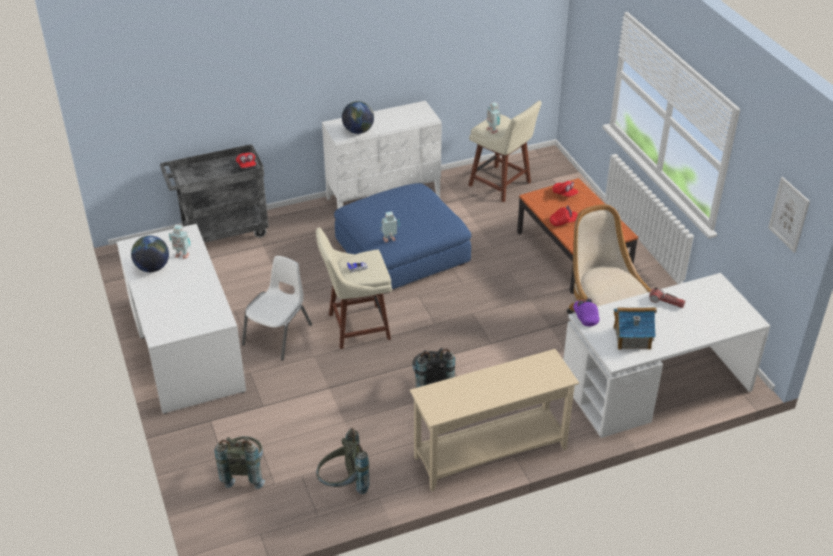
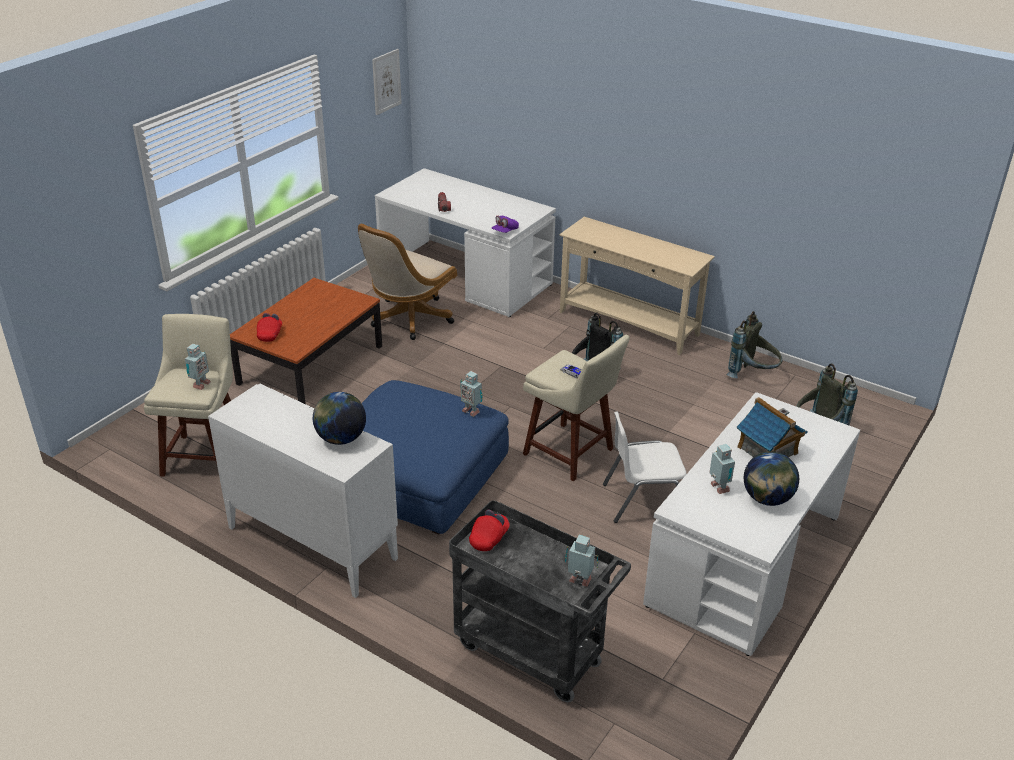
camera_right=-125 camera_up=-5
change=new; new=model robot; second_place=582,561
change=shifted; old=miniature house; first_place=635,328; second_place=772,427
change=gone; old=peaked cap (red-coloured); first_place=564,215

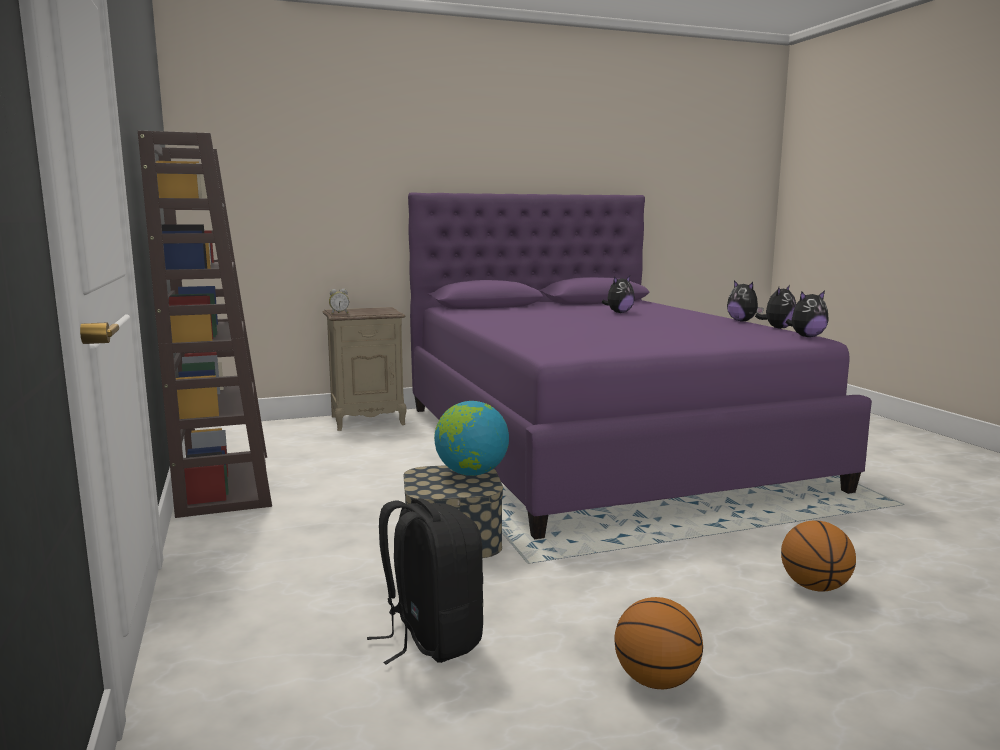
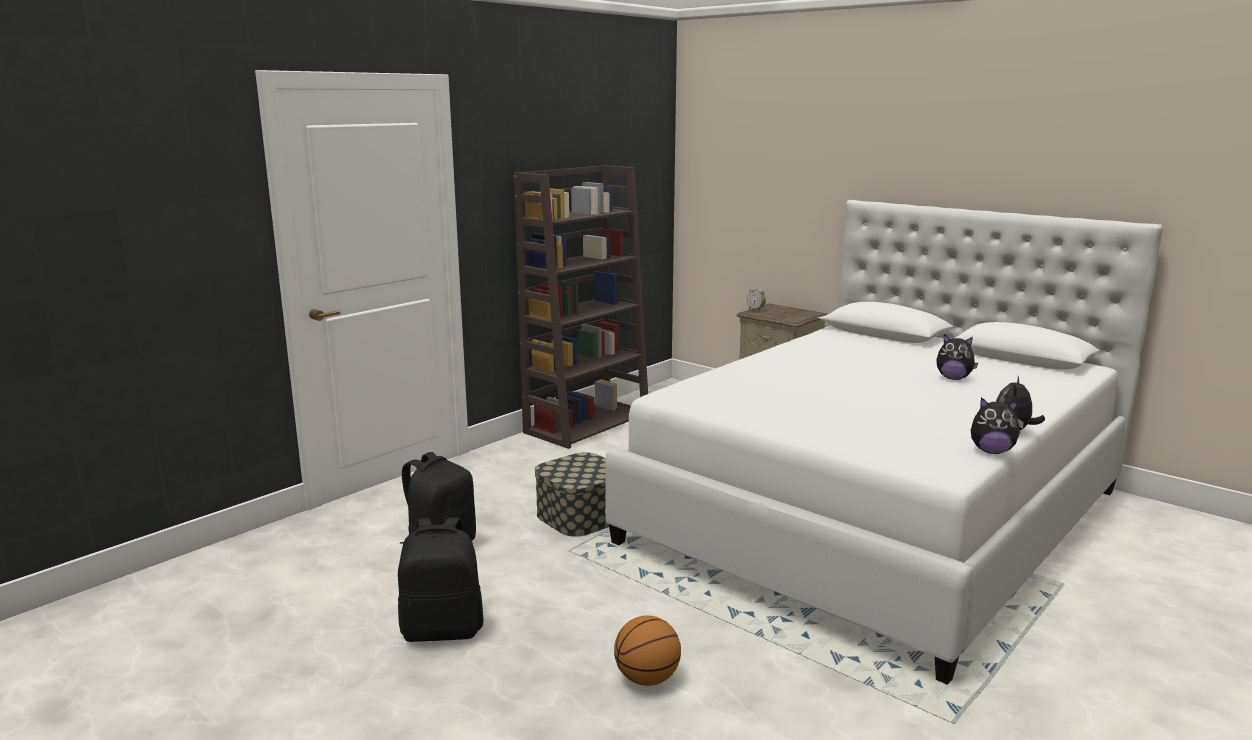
camera_right=60 camera_up=5
change=swapped; old=ball for basketball; new=rucksack (blackish); first_place=658,643; second_place=441,579
change=repainted; old=bed (purplish); new=bed (white); first_place=640,366; second_place=884,442
change=gone; old=desk globe; first_place=471,438
change=gone; old=plush toy; first_place=807,314

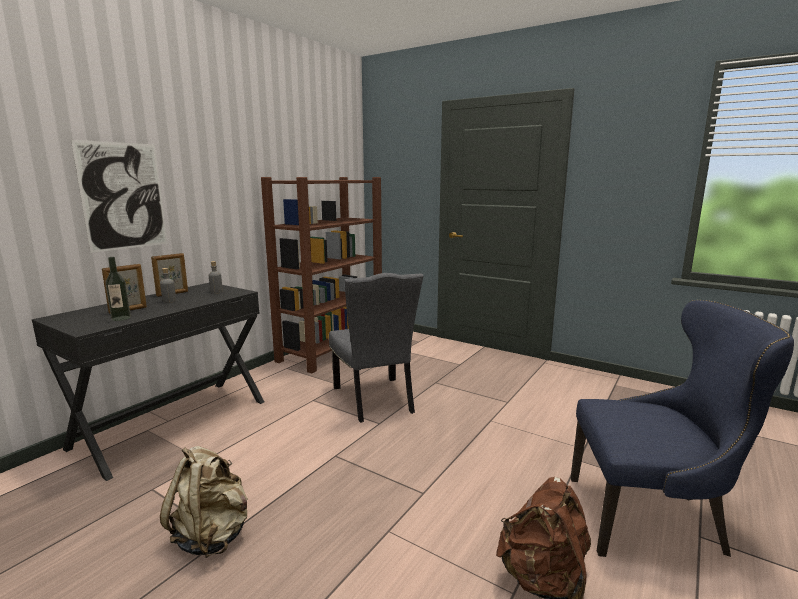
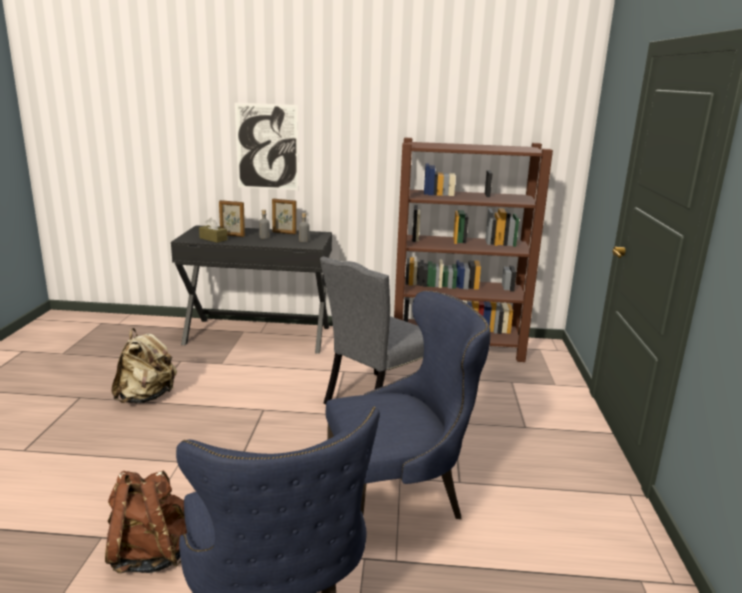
camera_right=60 camera_up=5
change=swapped; old=drink bottle; new=tissue holder (brown); first_place=118,289; second_place=213,230
change=new; new=chair (bluish); second_place=408,405

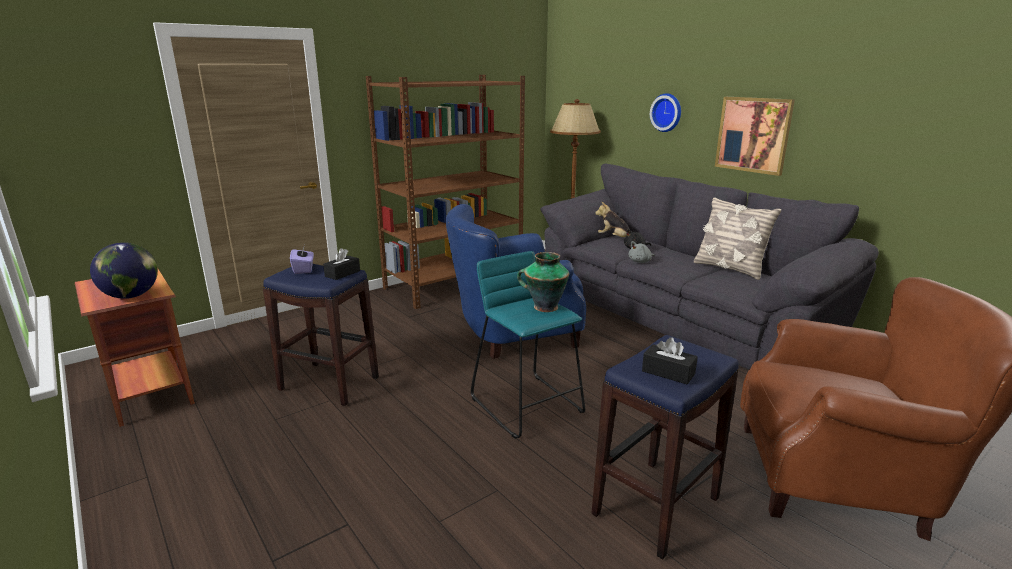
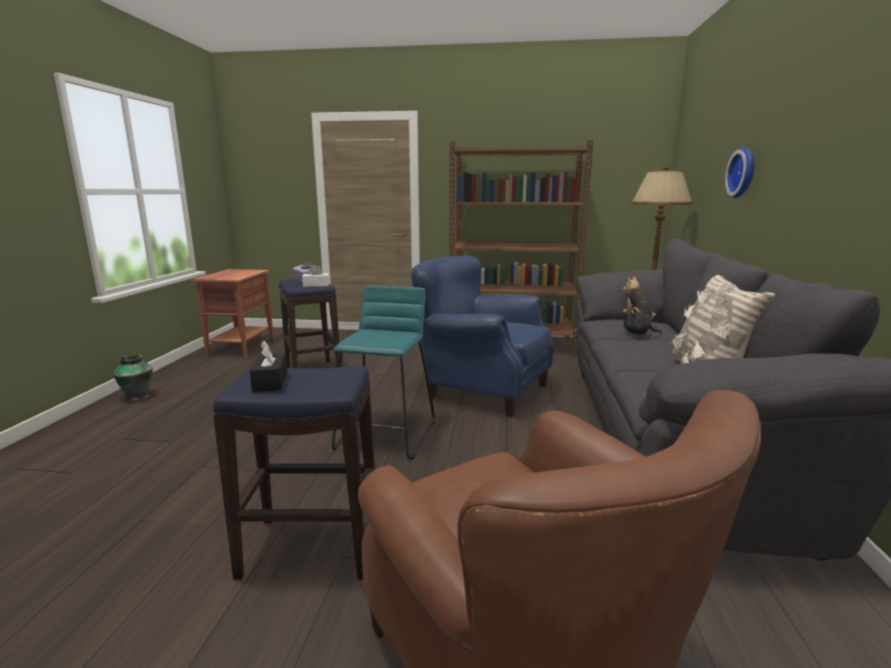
camera_right=45 camera_up=-5
change=shifted; old=vase; first_place=543,282; second_place=132,377
change=repainted; old=tissue holder (blackish); new=tissue holder (white); first_place=341,264; second_place=315,275
change=gone; old=desk globe; first_place=124,270
change=gone; old=plush toy (gray); first_place=641,252
change=gone; old=picture; first_place=755,136

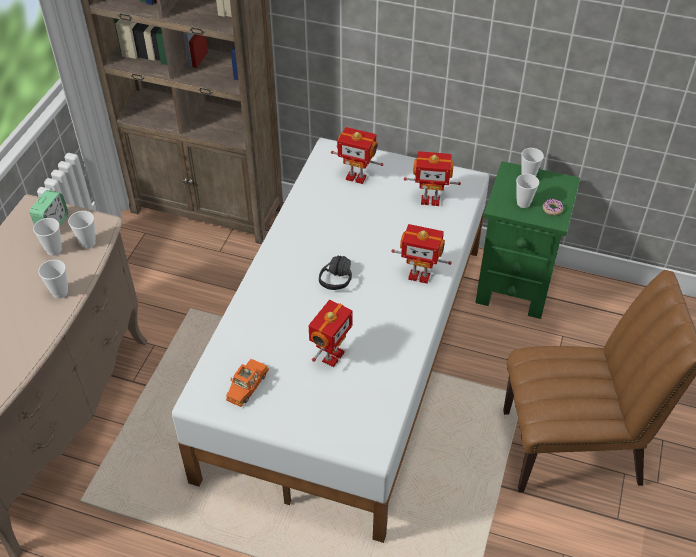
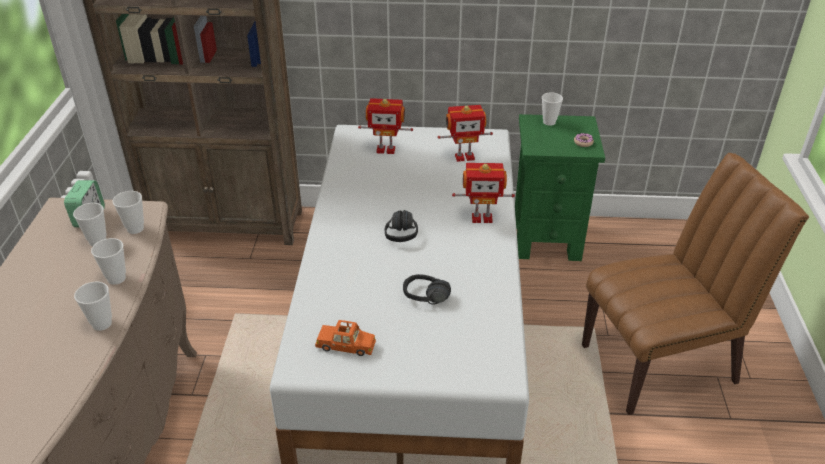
camera_right=-15 camera_up=-10
change=shifted; old=cup; first_place=527,191; second_place=93,306
change=rotated; old=toy car (orangey); first_place=247,383; second_place=345,338; degrees=-90
change=swapped; old=model robot; new=headphones (blackish); first_place=331,333; second_place=427,289

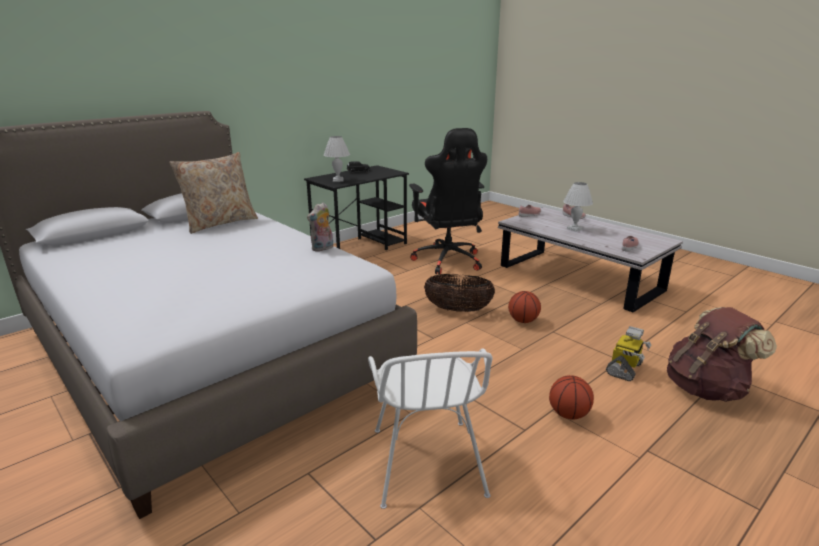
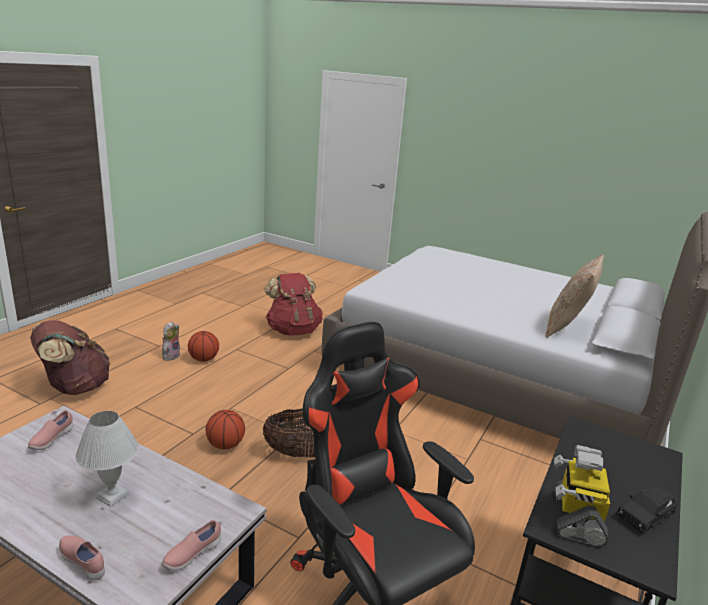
camera_right=160 camera_up=0
change=shifted; old=plush toy; first_place=320,227; second_place=171,341
change=swapped; old=chair (white); new=rucksack (red-coloured); first_place=430,428; second_place=294,304
change=shifted; old=model robot; first_place=628,353; second_place=582,496
change=gone; old=table lamp (white); first_place=337,159

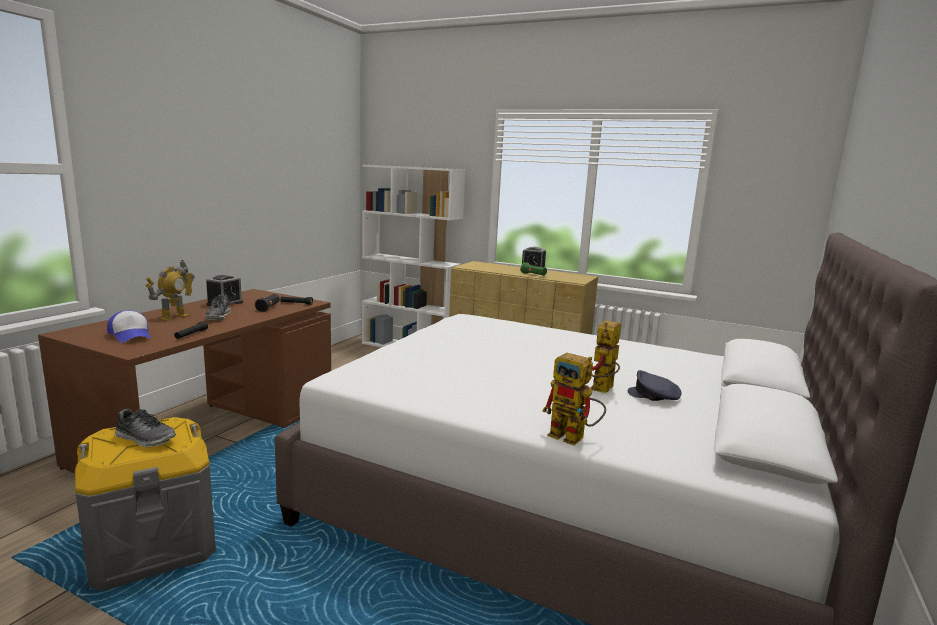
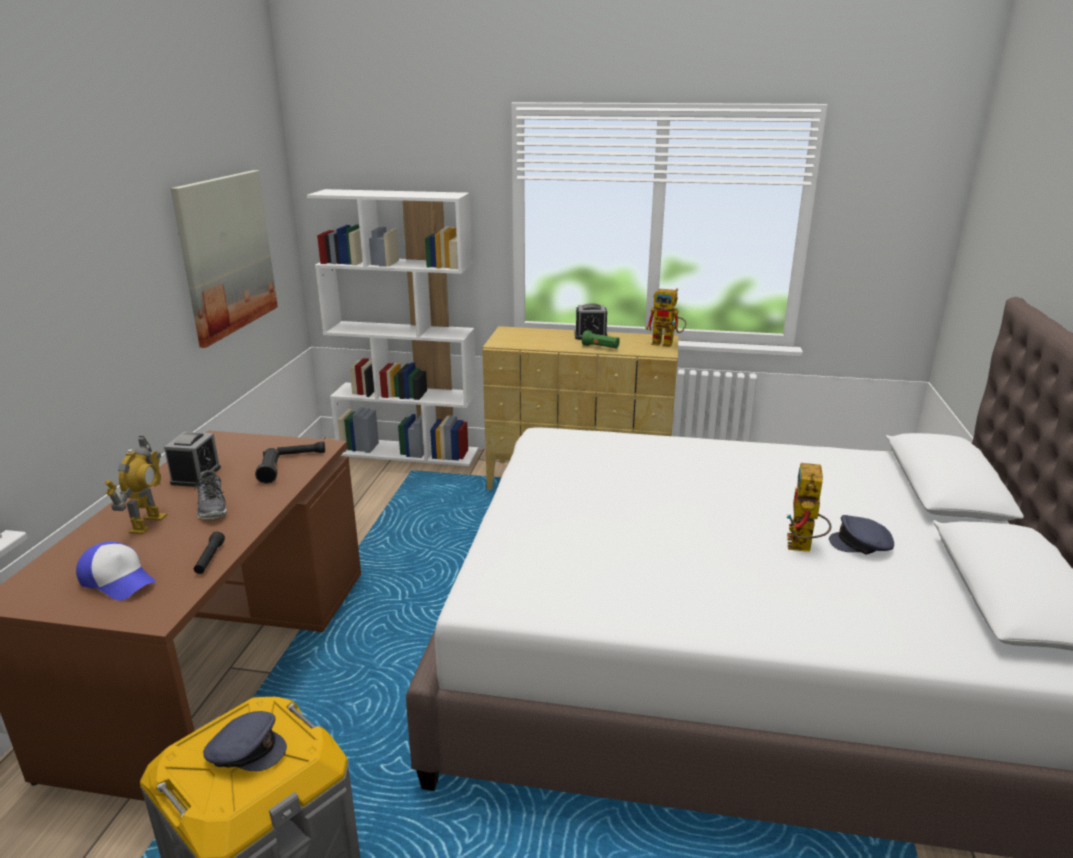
camera_right=-15 camera_up=10
change=new; new=picture; second_place=224,259
change=swapped; old=shoe; new=peaked cap (gray); first_place=145,428; second_place=245,741
change=shifted; old=model robot; first_place=574,399; second_place=666,317

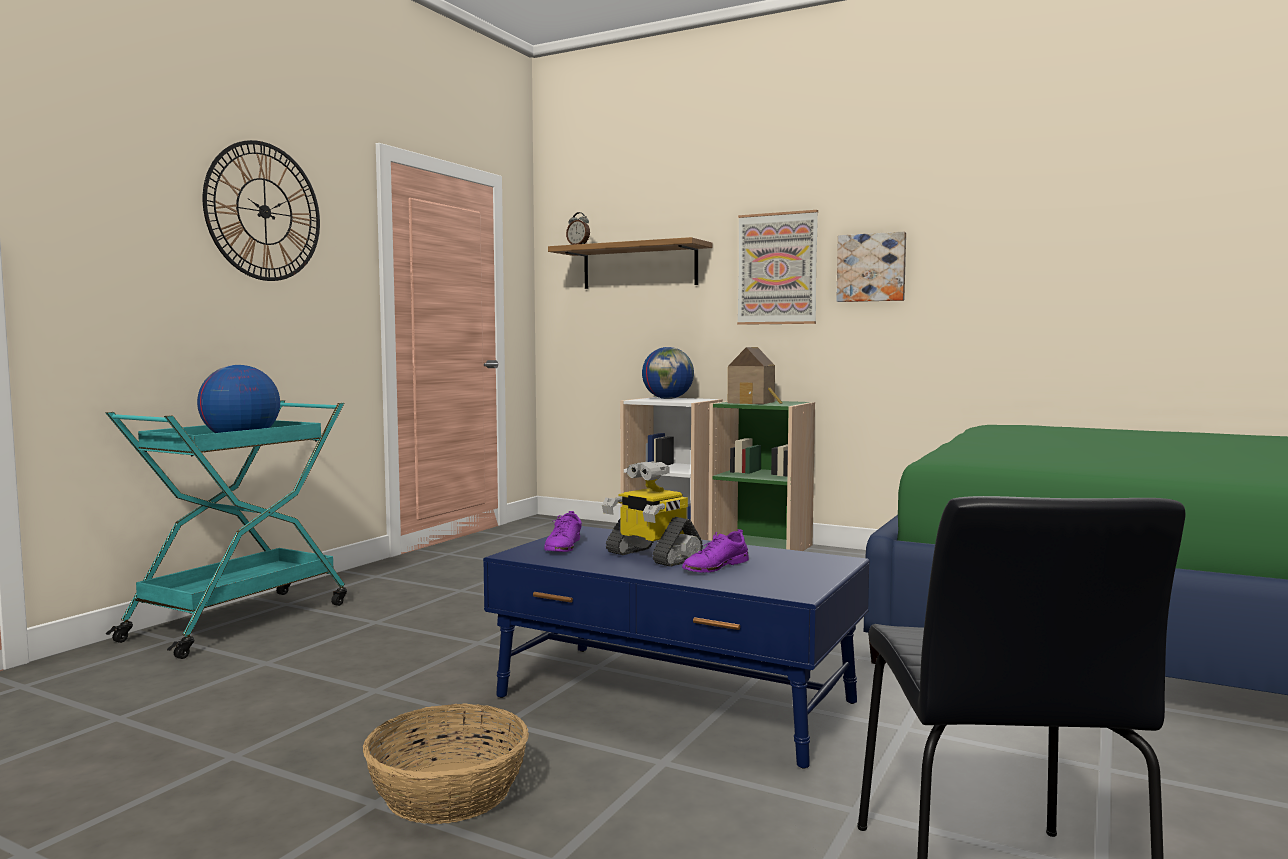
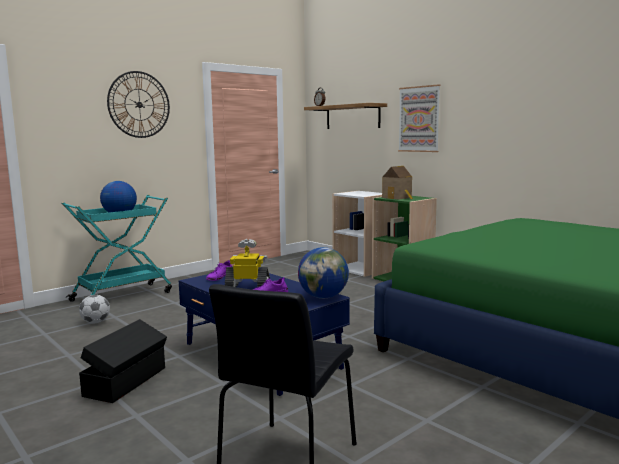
camera_right=20 camera_up=5
change=new; new=football ball; second_place=94,309
change=swapped; old=basket; new=storage bin (blackish); first_place=446,763; second_place=123,361
change=rotated; old=model robot; first_place=652,514; second_place=247,263; degrees=120
change=shifted; old=desk globe; first_place=668,373; second_place=323,272
change=gone; old=picture; first_place=871,267

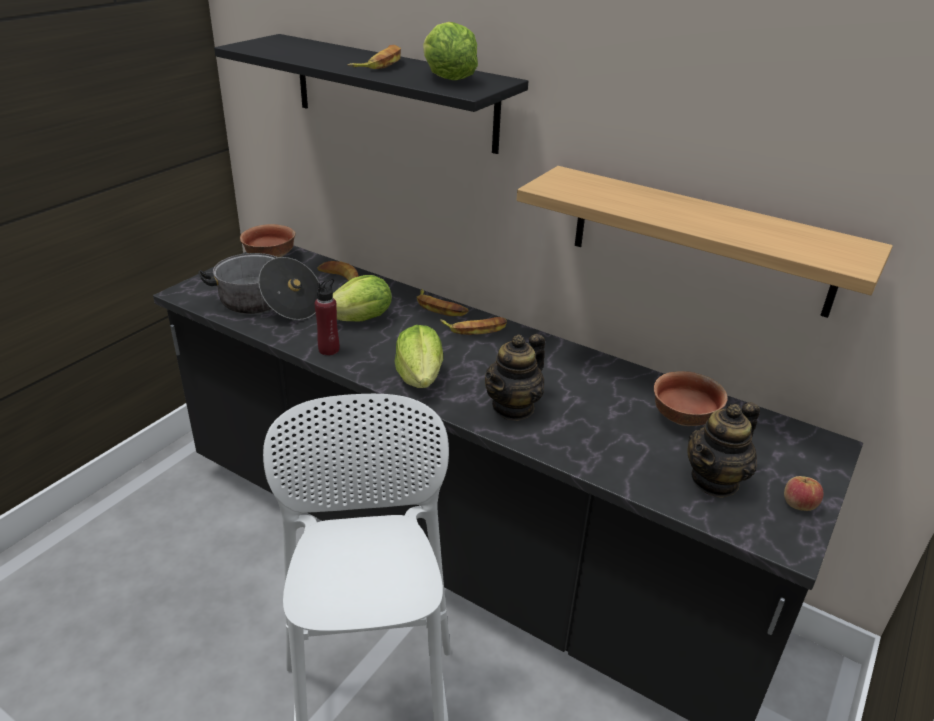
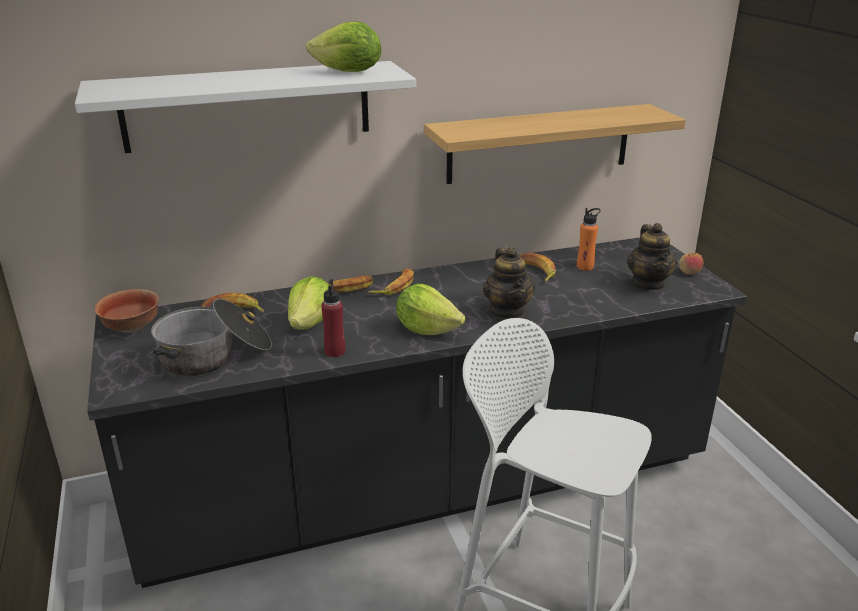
camera_right=-50 camera_up=-5
change=repainted; old=shelf (blackish); new=shelf (white); first_place=371,94; second_place=245,107
change=shifted; old=banana fruit; first_place=374,57; second_place=537,267
change=swapped; old=serving bowl; new=drink bottle (orangey); first_place=690,398; second_place=588,239

